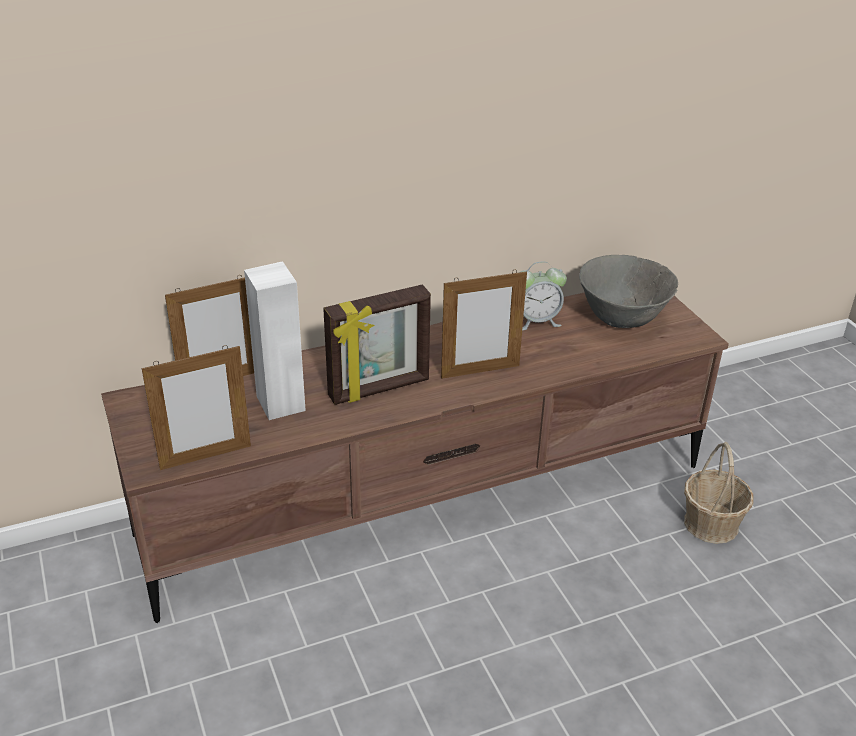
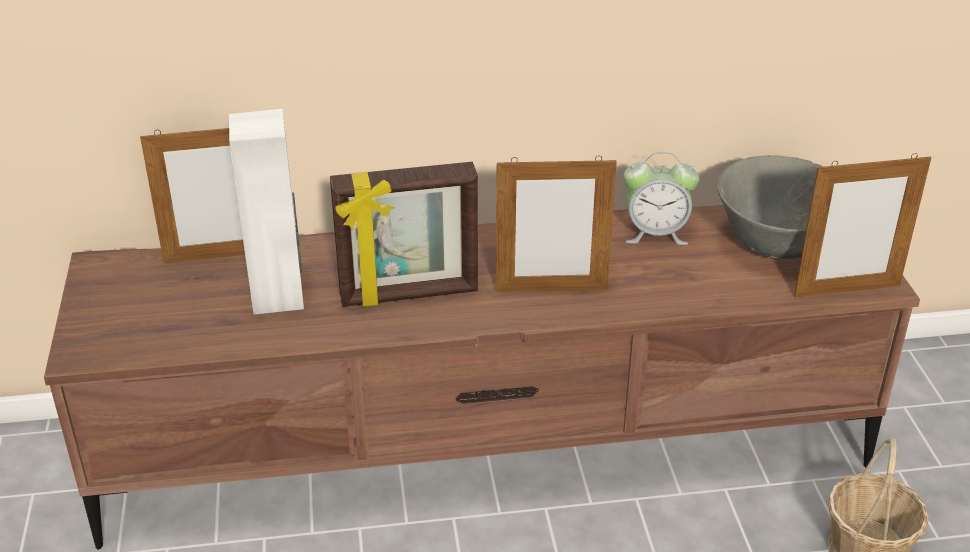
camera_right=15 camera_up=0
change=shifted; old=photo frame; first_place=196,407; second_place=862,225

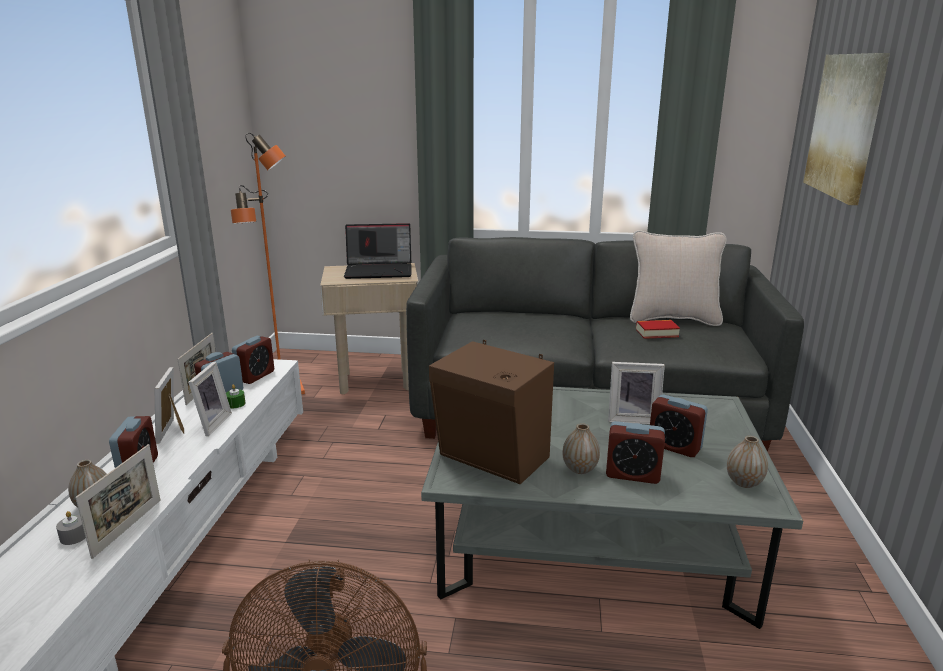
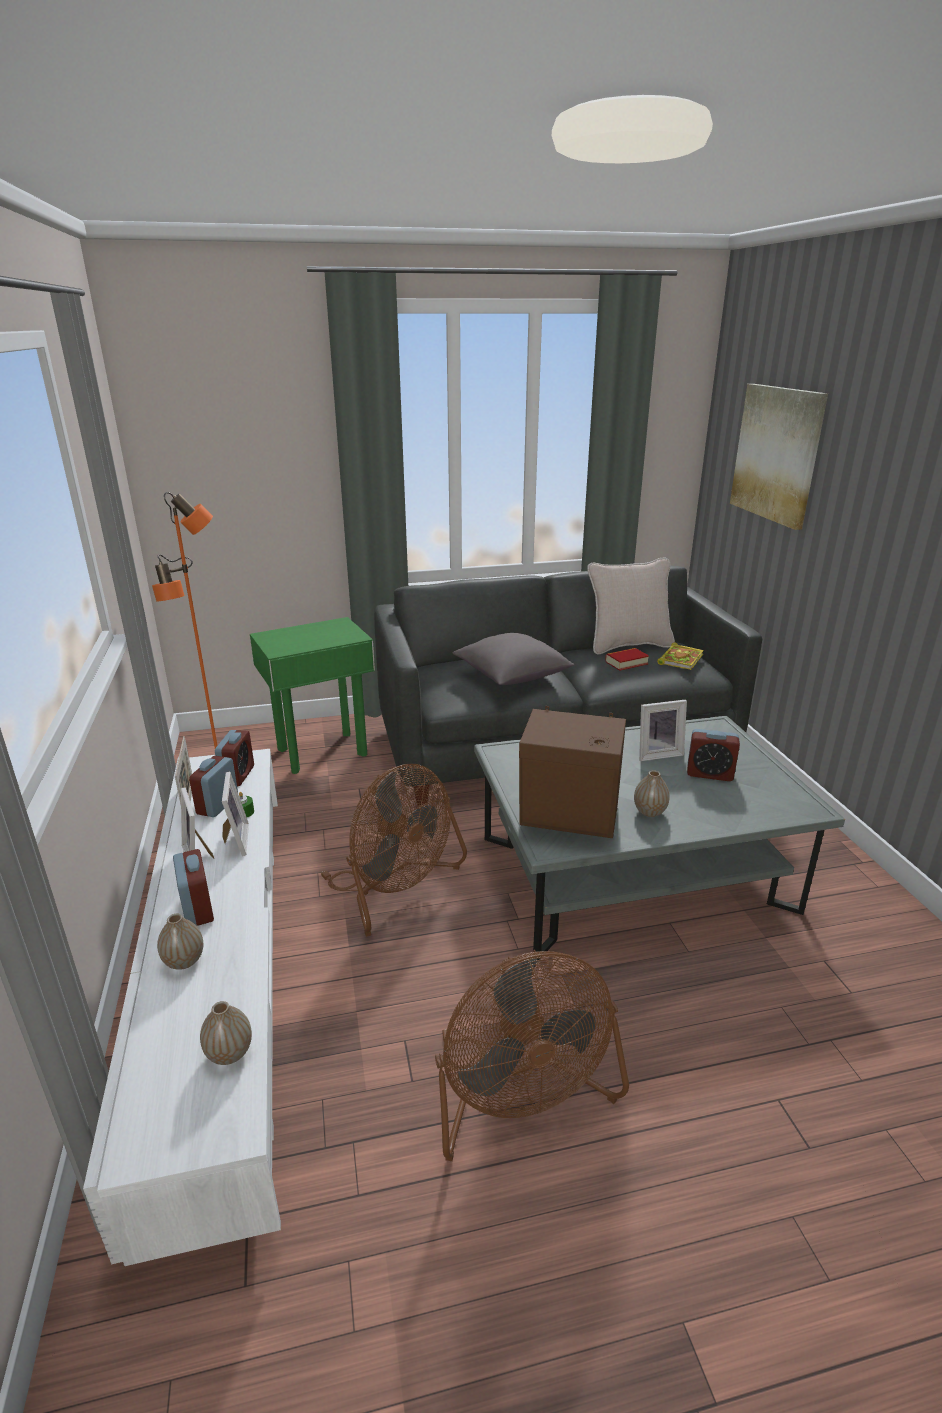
camera_right=-20 camera_up=5
change=shifted; old=vase; first_place=747,462; second_place=226,1033
change=repainted; old=accent table (beige-coloured); new=accent table (green-coloured); first_place=369,328; second_place=312,695
change=new; new=electric fan (brown); second_place=394,850
change=new; new=pillow (gray); second_place=513,659
change=new; new=bound book; second_place=680,656
change=gone; old=wax light (gray); first_place=71,528
change=gone; old=photo frame; first_place=118,501
change=gone; old=laptop; first_place=377,251
change=gone; old=table clock; first_place=635,452

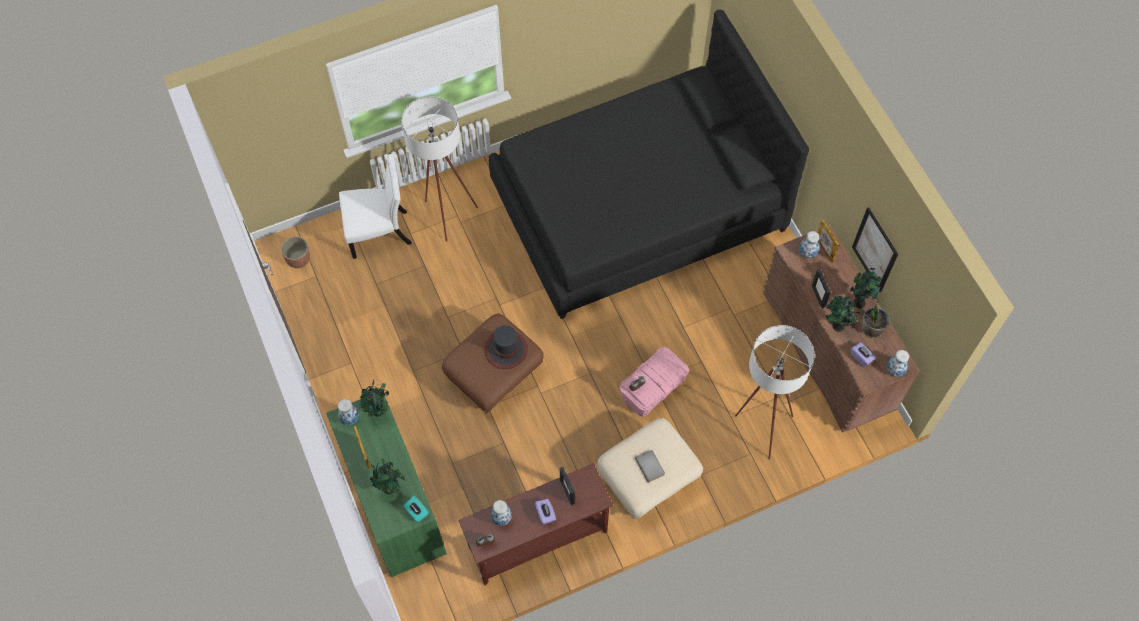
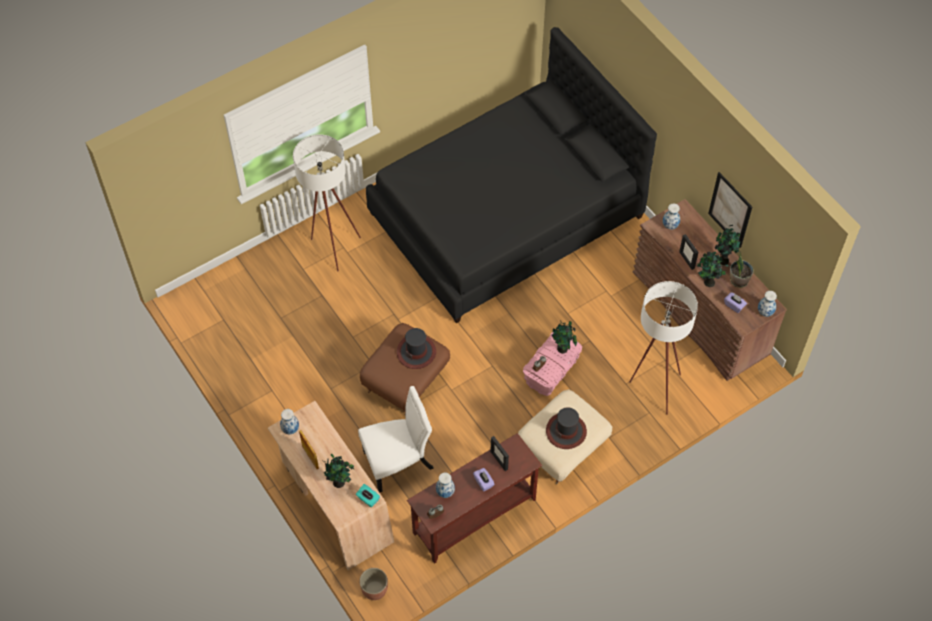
camera_right=-10 camera_up=-5
change=repainted; old=desk (green-coloured); new=desk (beige-coloured); first_place=386,486; second_place=331,485
change=shifted; old=chair (white); first_place=375,206; second_place=396,439
change=shifted; old=planter; first_place=295,252; second_place=373,584
change=swapped; old=bound book (gray); new=hat; first_place=650,466; second_place=566,428
change=shifted; old=plant in a pot; first_place=374,398; second_place=564,337
change=gone; old=photo frame; first_place=828,241

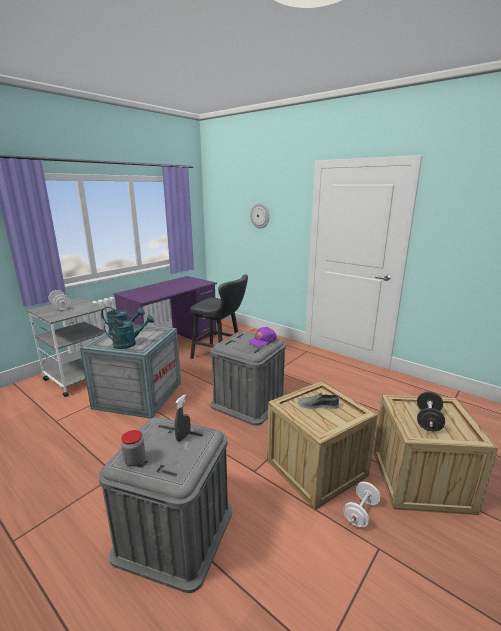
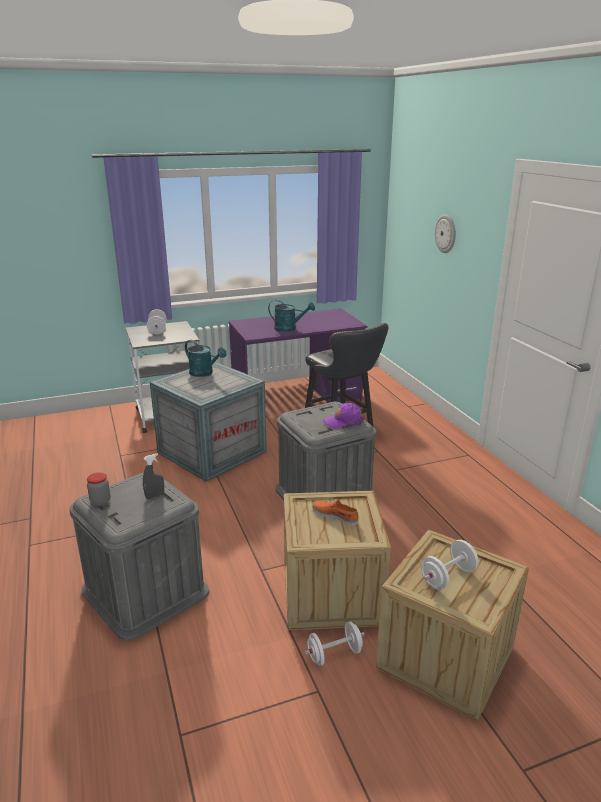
camera_right=30 camera_up=5
change=shifted; old=watering pot (turquoise); first_place=129,332; second_place=291,316
change=repainted; old=shoe (gray); new=shoe (orangey); first_place=318,401; second_place=335,513
change=repainted; old=hand weight (blackish); new=hand weight (white); first_place=431,411; second_place=450,565

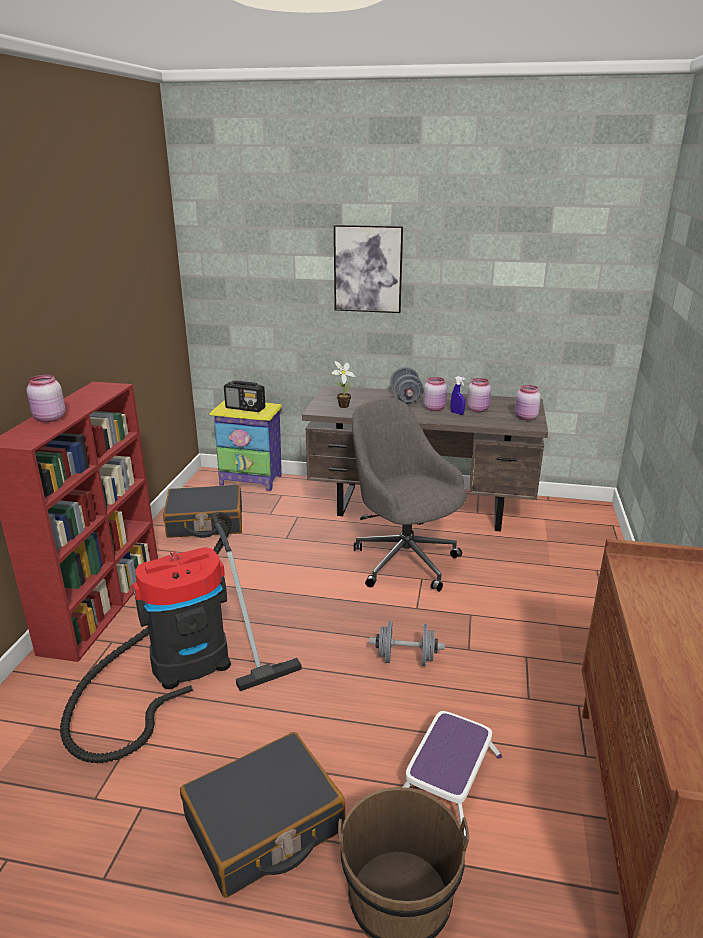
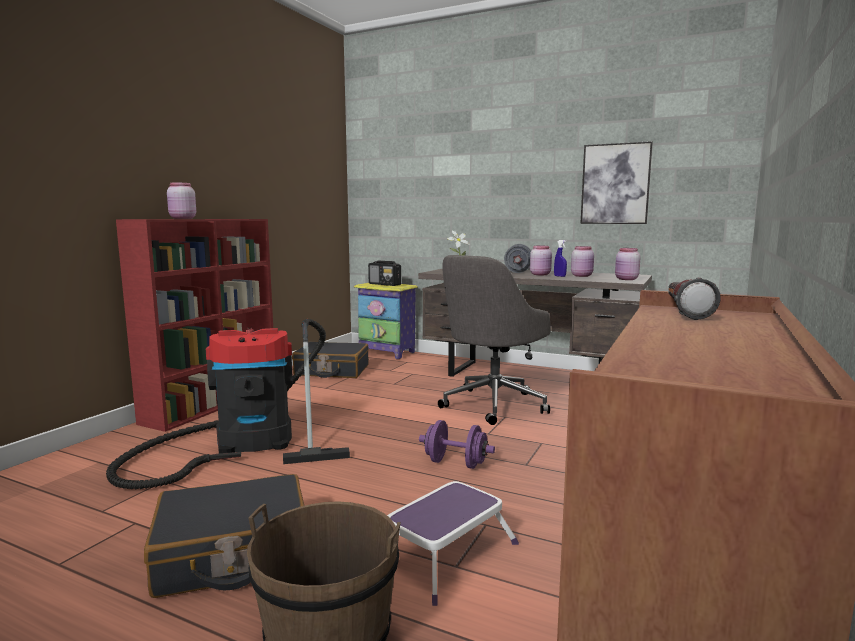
camera_right=15 camera_up=-15
change=repainted; old=hand weight (gray); new=hand weight (purplish); first_place=407,643; second_place=457,444
change=rotated; old=desk chair (gray); first_place=409,495; second_place=494,340; degrees=-120
change=shifted; old=picture; first_place=368,269; second_place=616,182
change=new; new=torch; second_place=694,298

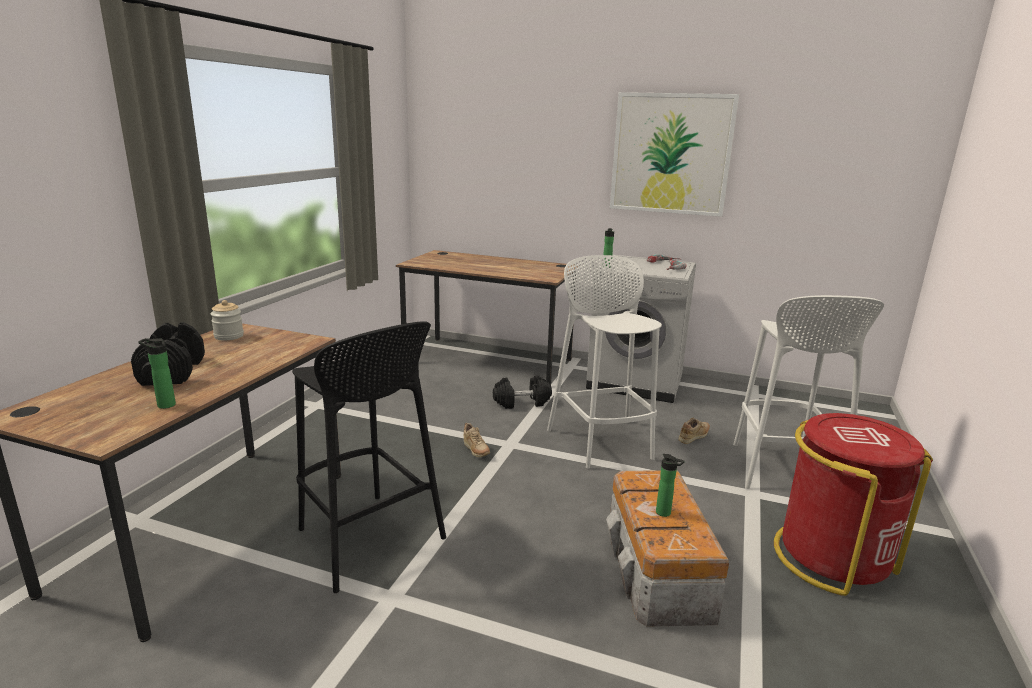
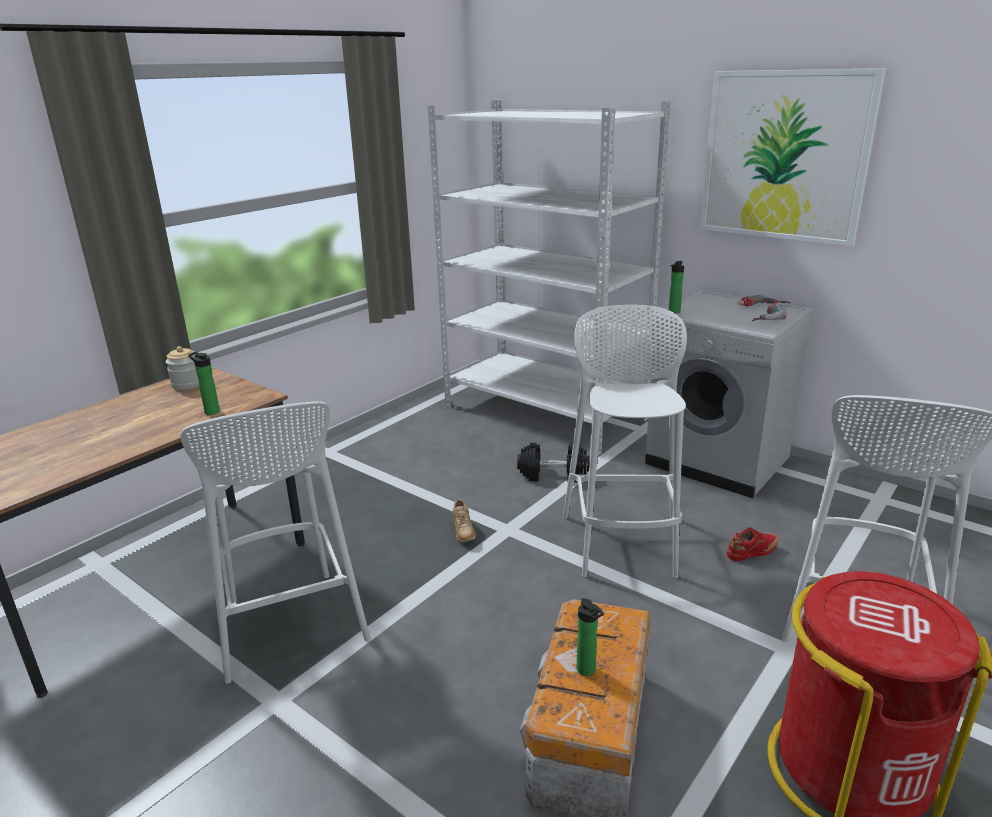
camera_right=20 camera_up=5
change=repainted; old=stool seat (blackish); new=stool seat (white); first_place=369,457; second_place=276,542
change=shifted; old=drink bottle; first_place=157,373; second_place=204,383
change=swapped; old=desk (brown); new=bookcase (white); first_place=488,317; second_place=549,278
change=repainted; old=shoe (beige-coloured); new=shoe (red-coloured); first_place=694,430; second_place=752,544
change=gone; old=hand weight (blackish); first_place=168,354

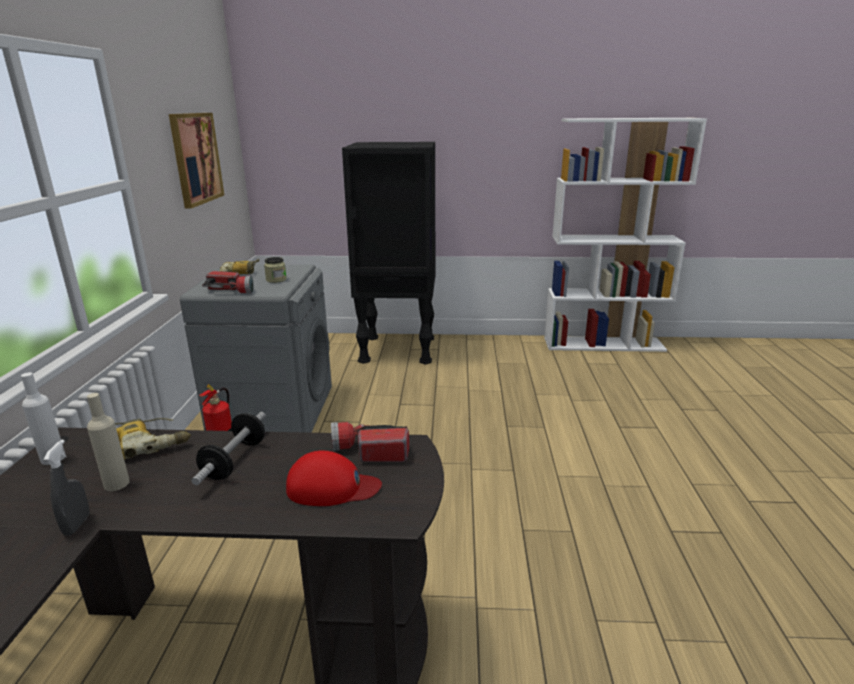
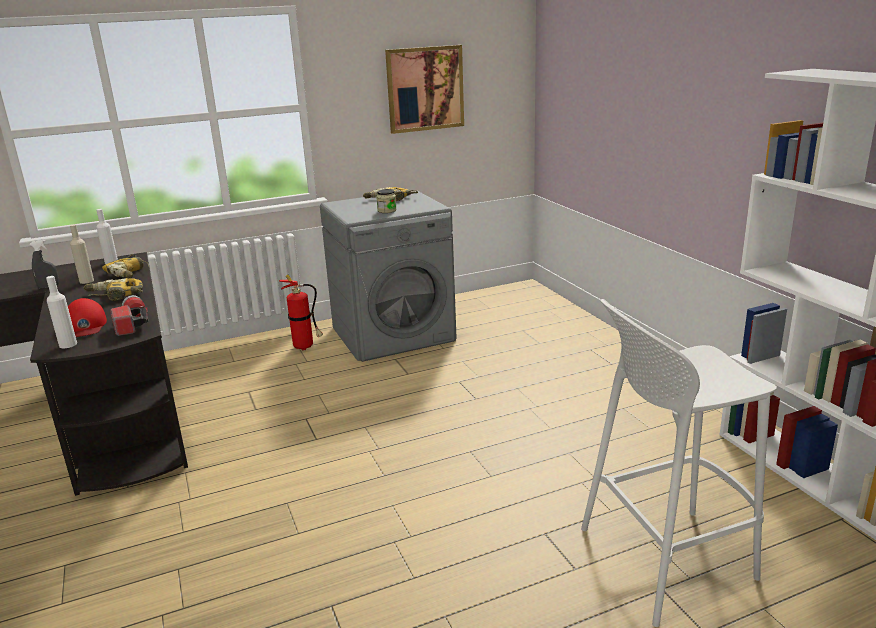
camera_right=65 camera_up=0
change=new; new=drink bottle (white); second_place=61,312
change=swapped; old=hand weight; new=electric drill; first_place=228,448; second_place=113,289
change=new; new=stool seat (white); second_place=679,463
change=gone; old=torch; first_place=228,282
change=gone; old=storage cabinet (blackish); first_place=388,253

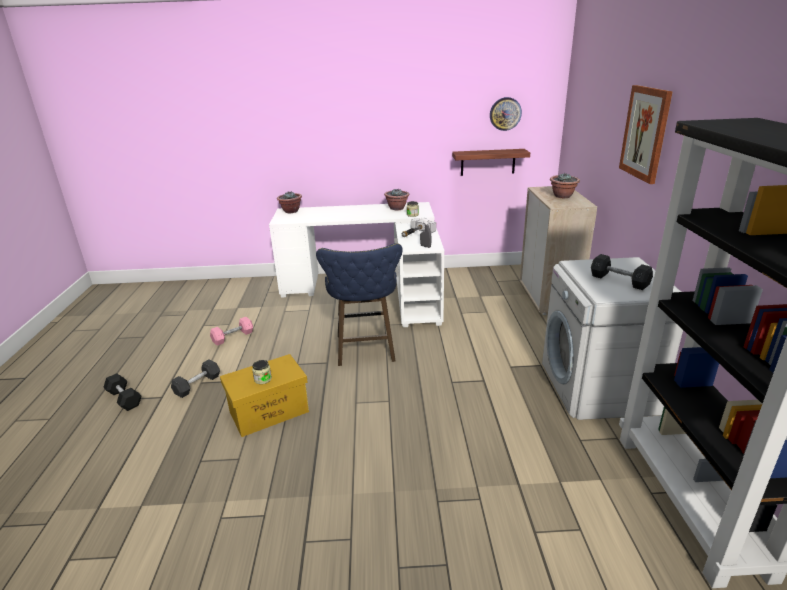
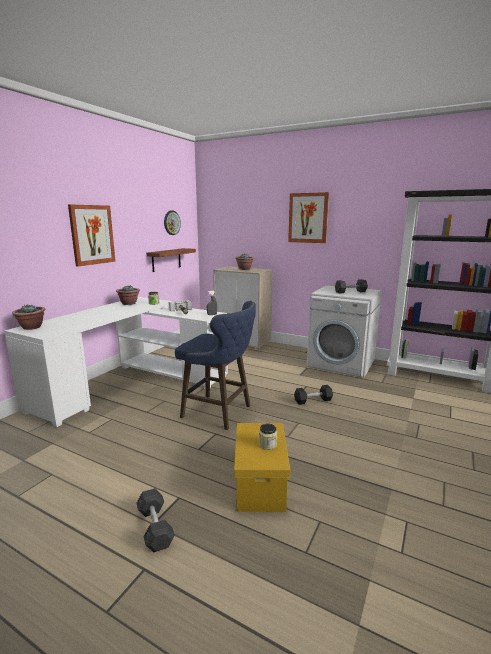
camera_right=-60 camera_up=-10
change=new; new=picture; second_place=92,235
change=shifted; old=hand weight (blackish); first_place=122,392; second_place=313,395
change=gone; old=hand weight (pink-coloured); first_place=231,331

